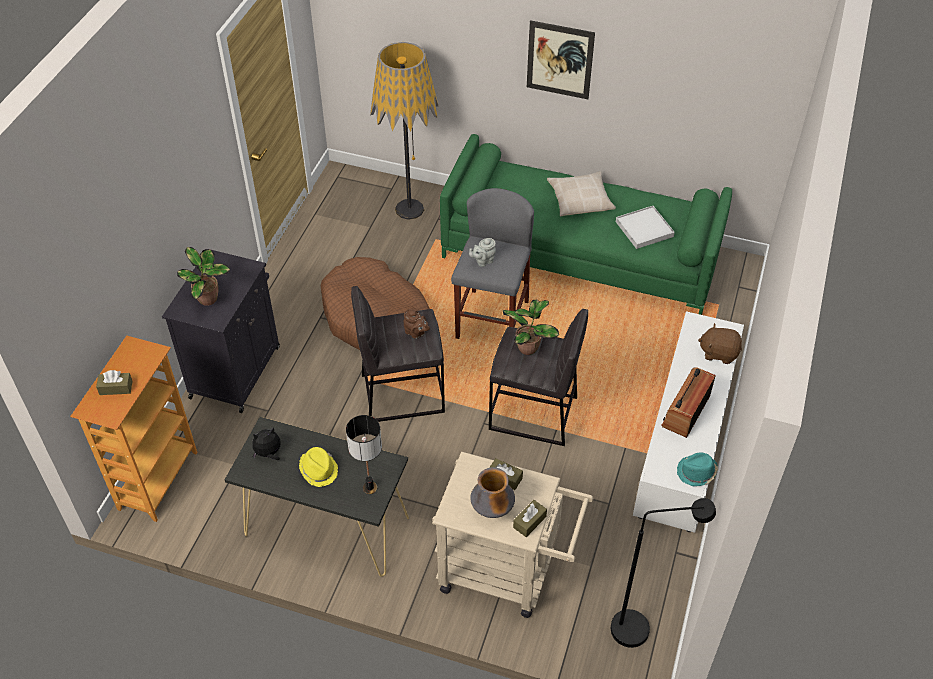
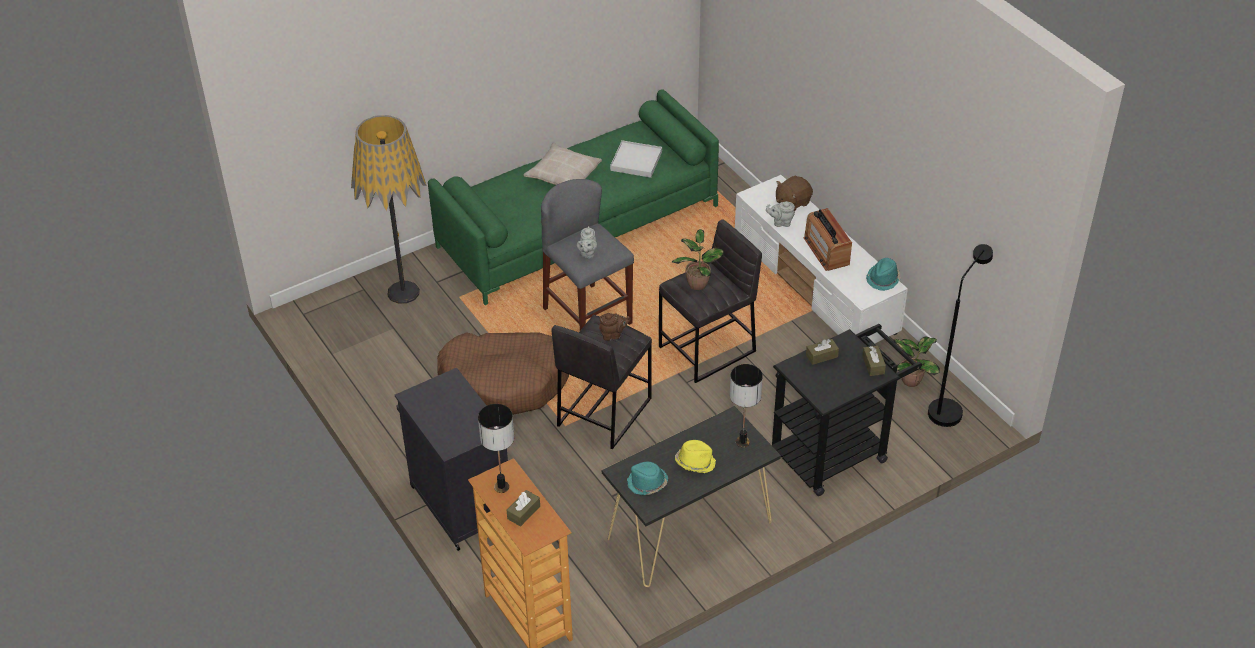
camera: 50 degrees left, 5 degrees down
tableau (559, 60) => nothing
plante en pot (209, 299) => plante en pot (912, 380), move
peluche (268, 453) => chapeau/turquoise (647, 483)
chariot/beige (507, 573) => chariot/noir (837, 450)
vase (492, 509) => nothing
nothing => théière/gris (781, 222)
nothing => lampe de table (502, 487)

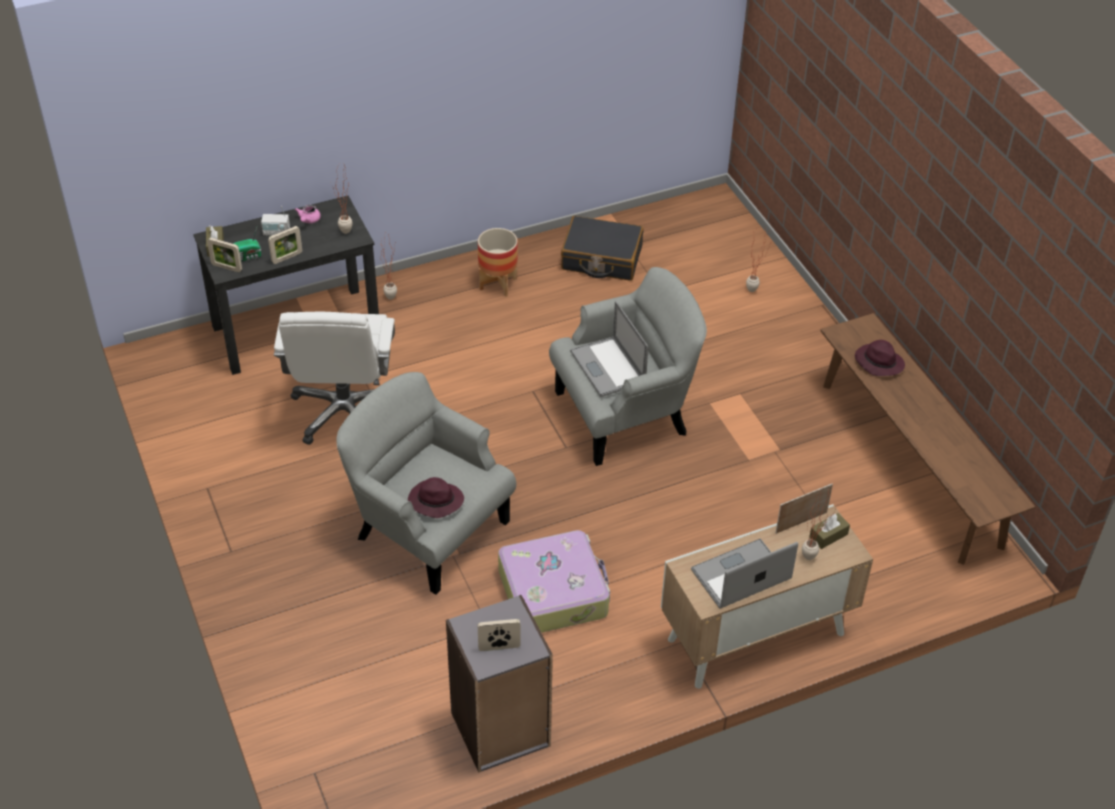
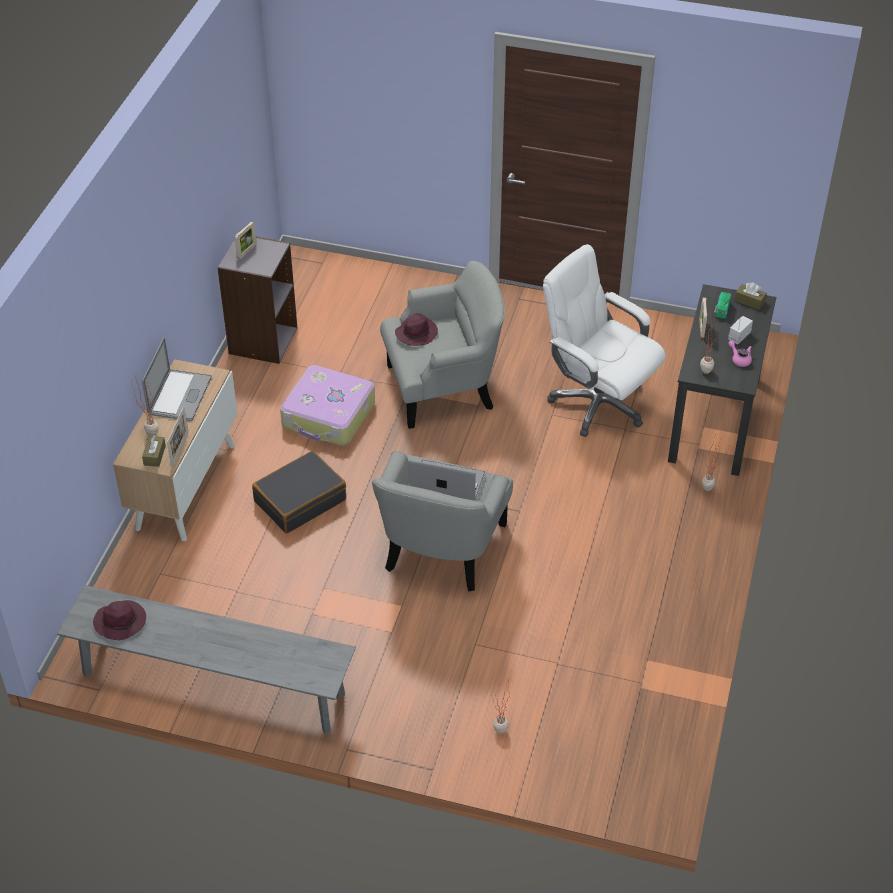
camera: 130 degrees right, 0 degrees up
valise/noir (601, 258) => valise/noir (300, 500), move
cache-pot (498, 284) => nothing
cadre photo (226, 267) => nothing
banc/marron (910, 463) => banc/gris (213, 684)
chapeau/violet (878, 362) => chapeau/violet (121, 622), move

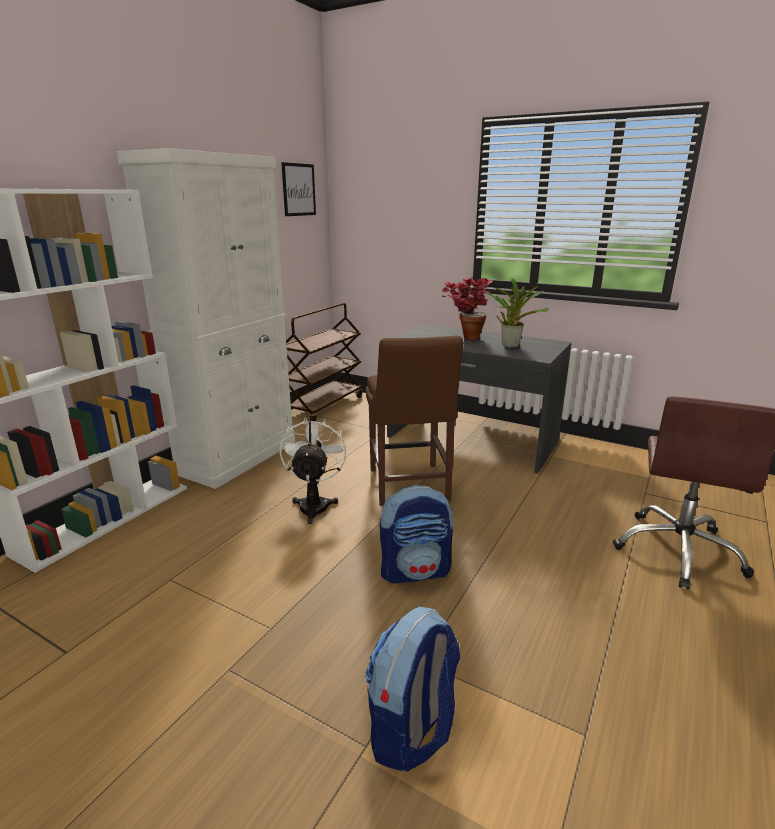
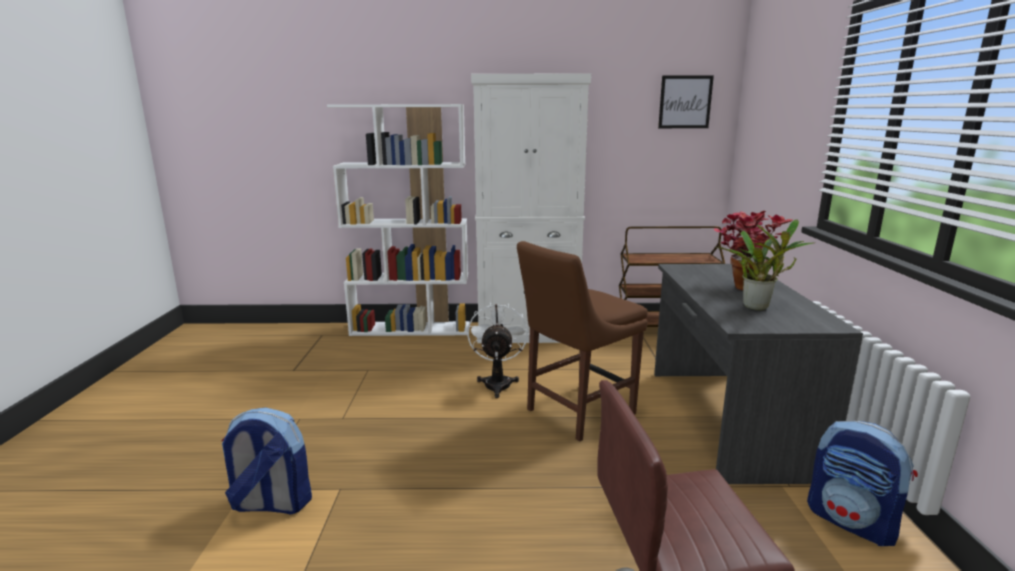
camera: 60 degrees right, 5 degrees down
ventilateur/blanc (314, 504) => ventilateur/blanc (497, 382), 60 degrees counterclockwise
sac à dos (415, 571) => sac à dos (852, 522), move

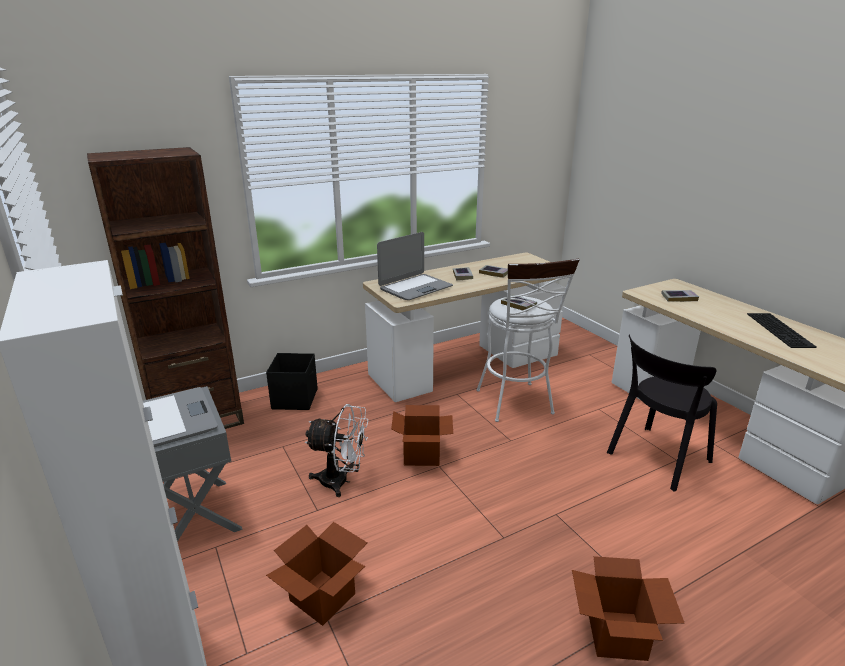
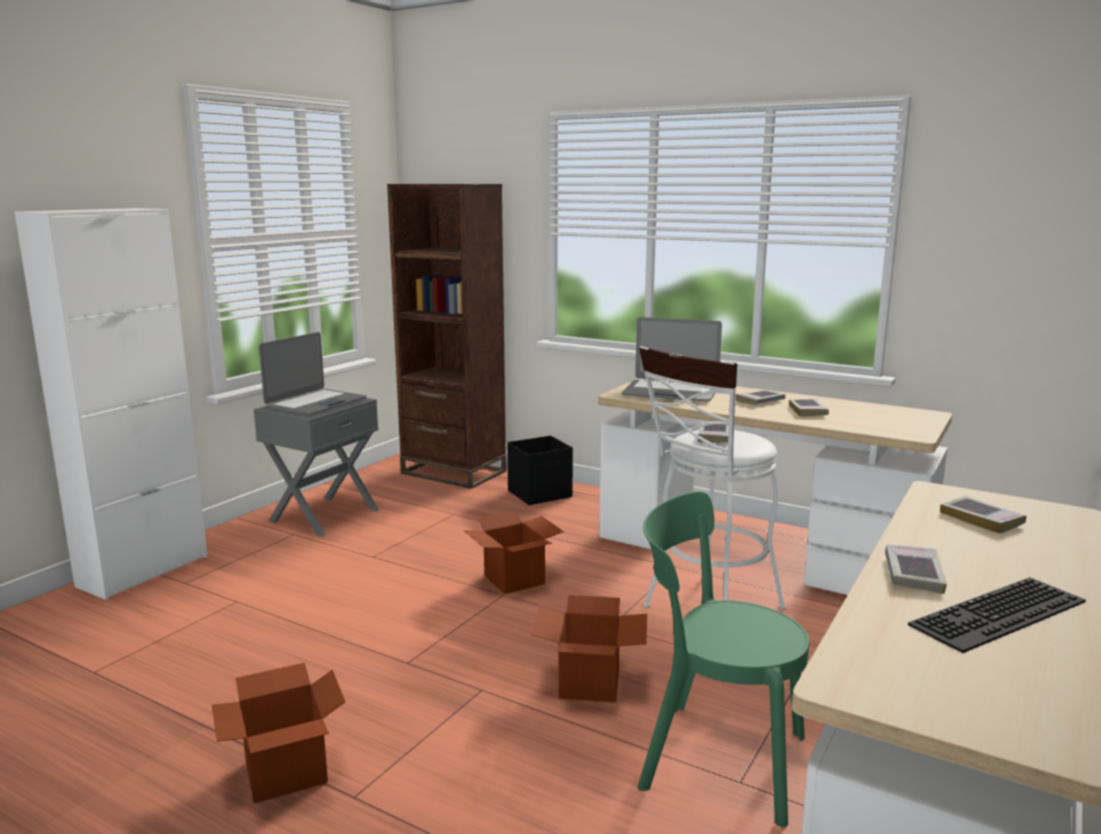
camera: 60 degrees right, 10 degrees down
chaise/noir (656, 459) => chaise/vert (714, 758)
ventilateur/blanc (341, 481) => nothing
carton (322, 597) => carton (589, 683), move
nothing => livre (913, 574)

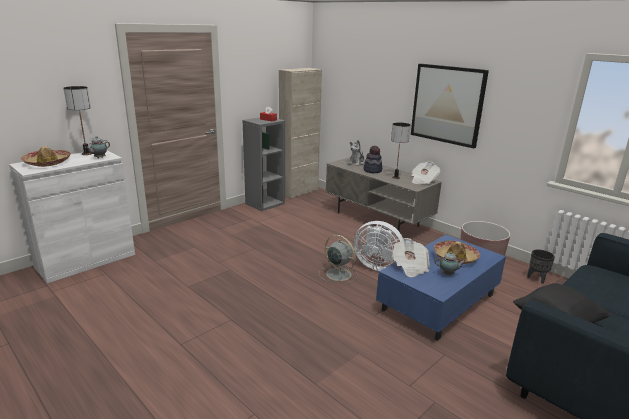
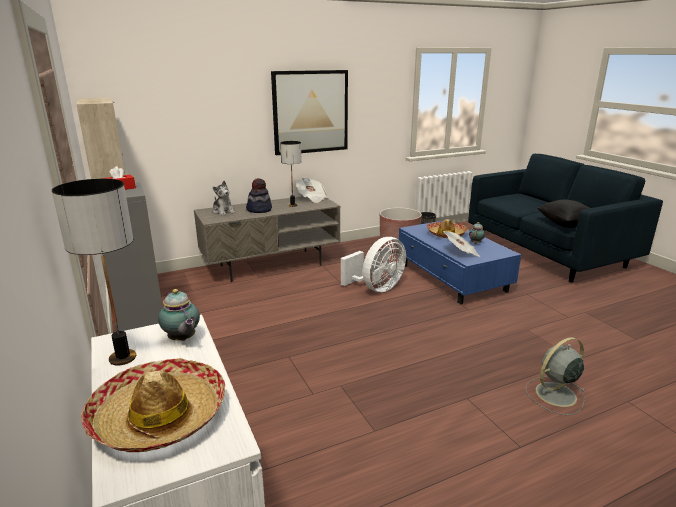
camera: 70 degrees left, 0 degrees up
ventilateur/gris (337, 274) => ventilateur/gris (554, 395), move

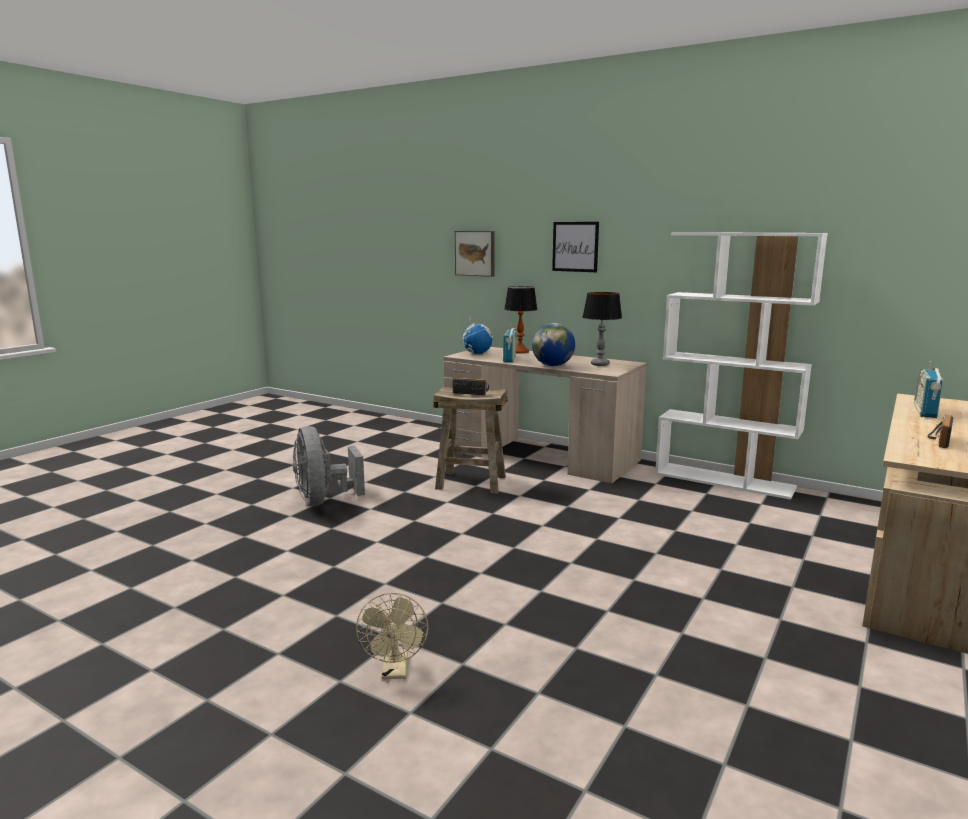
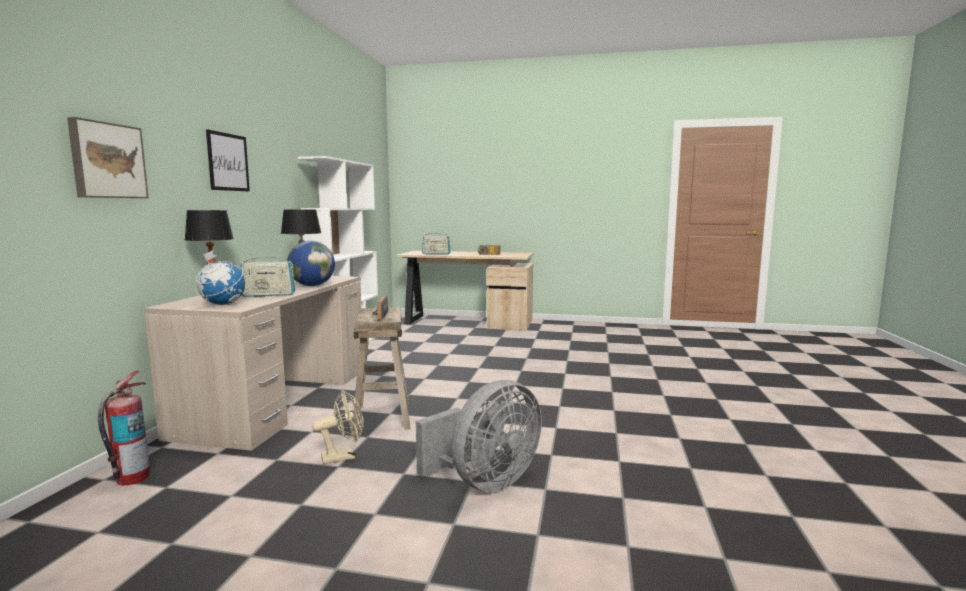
camera: 110 degrees left, 5 degrees down
ventilateur/beige (395, 671) => ventilateur/beige (343, 456), move
nothing => extincteur (132, 478)

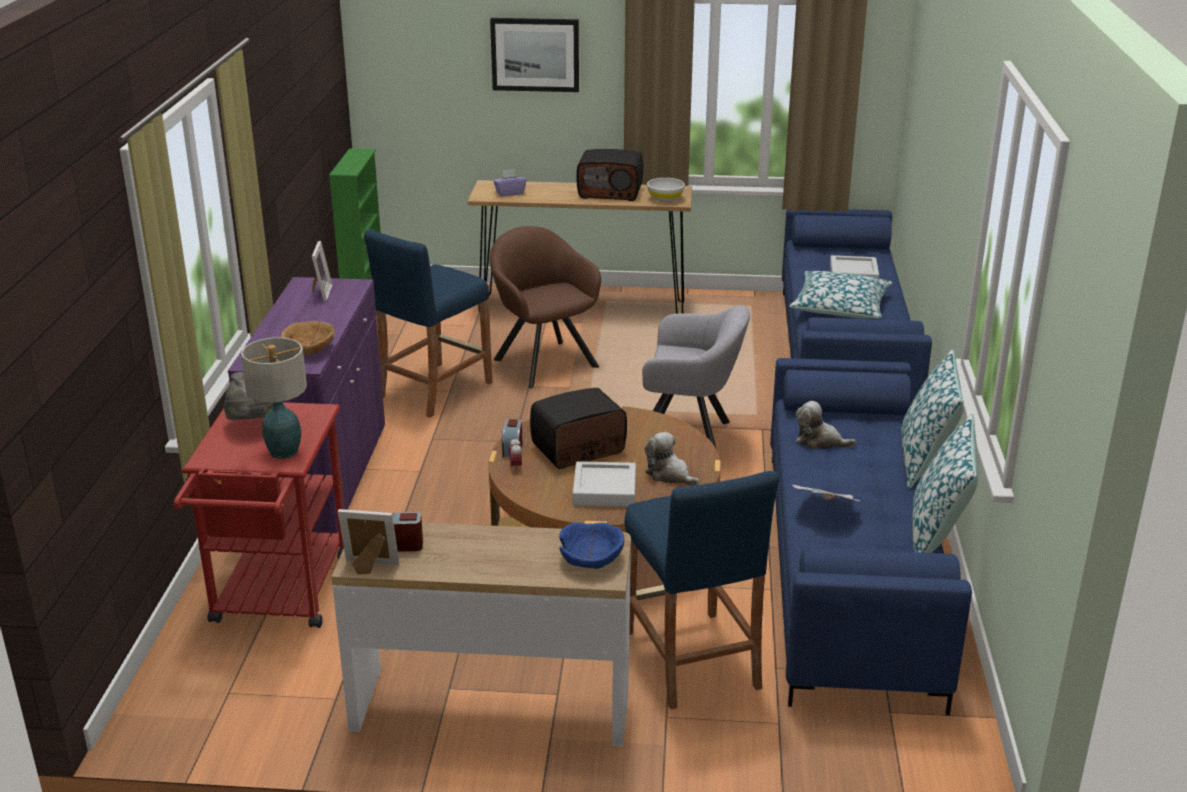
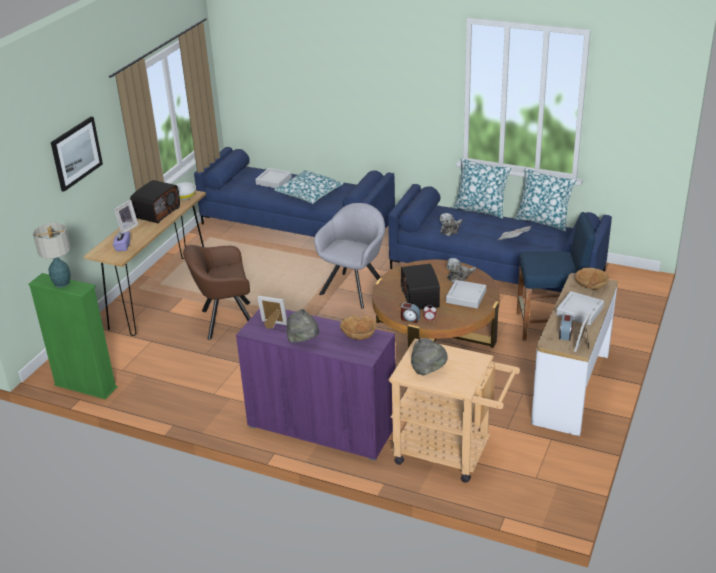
camera: 70 degrees left, 5 degrees up
tabouret/bleu (434, 390) => nothing
lampe de table (285, 452) => lampe de table (62, 283), move
chariot/rouge (278, 597) => chariot/beige (450, 453)
bol/bleu (591, 558) => bol/marron (590, 285)
nothing => cadre photo (126, 228)
nothing => plateau/gris (579, 311)
nothing => chapeau/gris (304, 341)

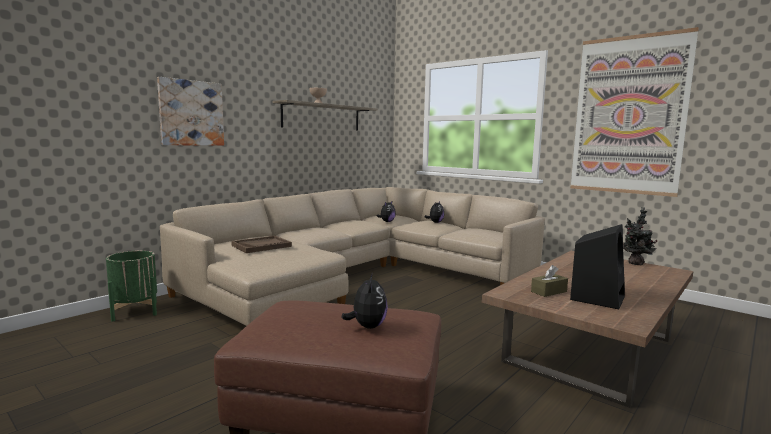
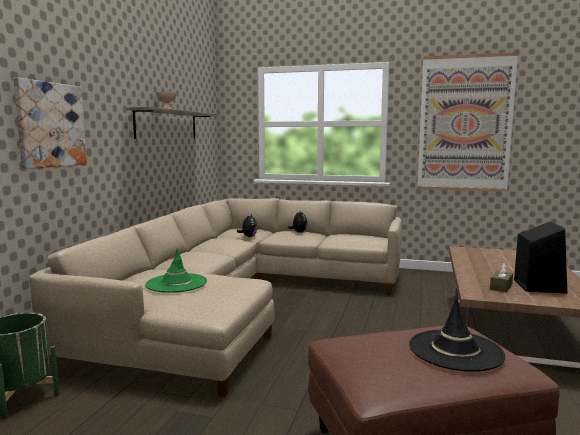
camera: 25 degrees left, 0 degrees up
plante en pot (635, 264) => nothing
plateau/marron (261, 246) => chapeau/vert (176, 283)
peluche (367, 326) => chapeau/noir (455, 350)

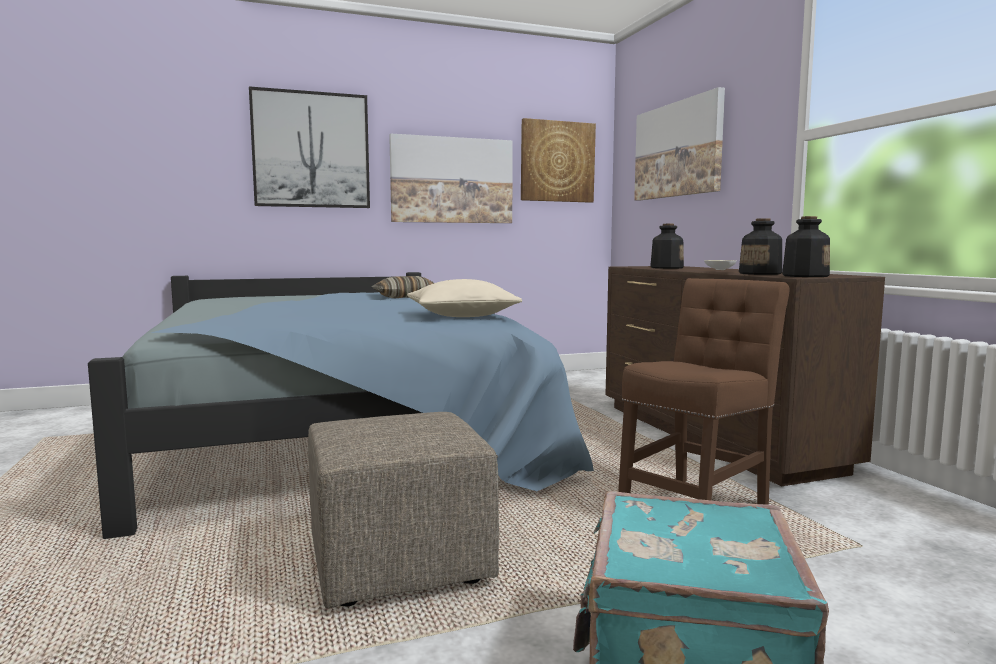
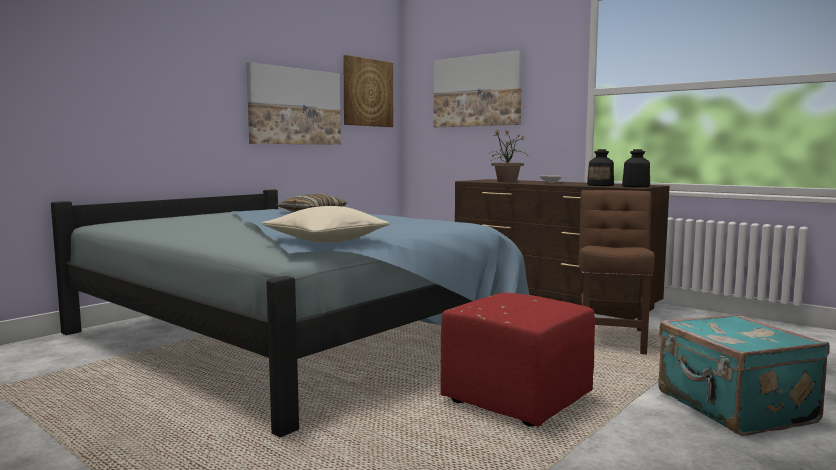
camera: 30 degrees left, 0 degrees up
tableau (311, 150) => nothing
bouteille (666, 268) => plante en pot (507, 181)
coussin/beige (462, 315) => coussin/beige (326, 240), move
pouf/beige (401, 562) => pouf/rouge (517, 399)

